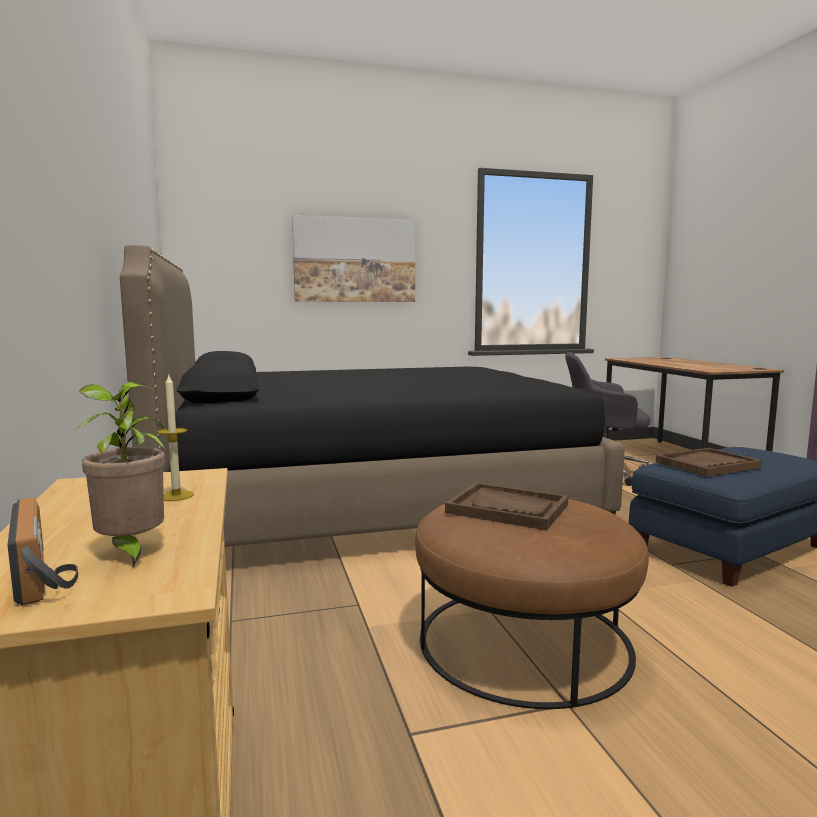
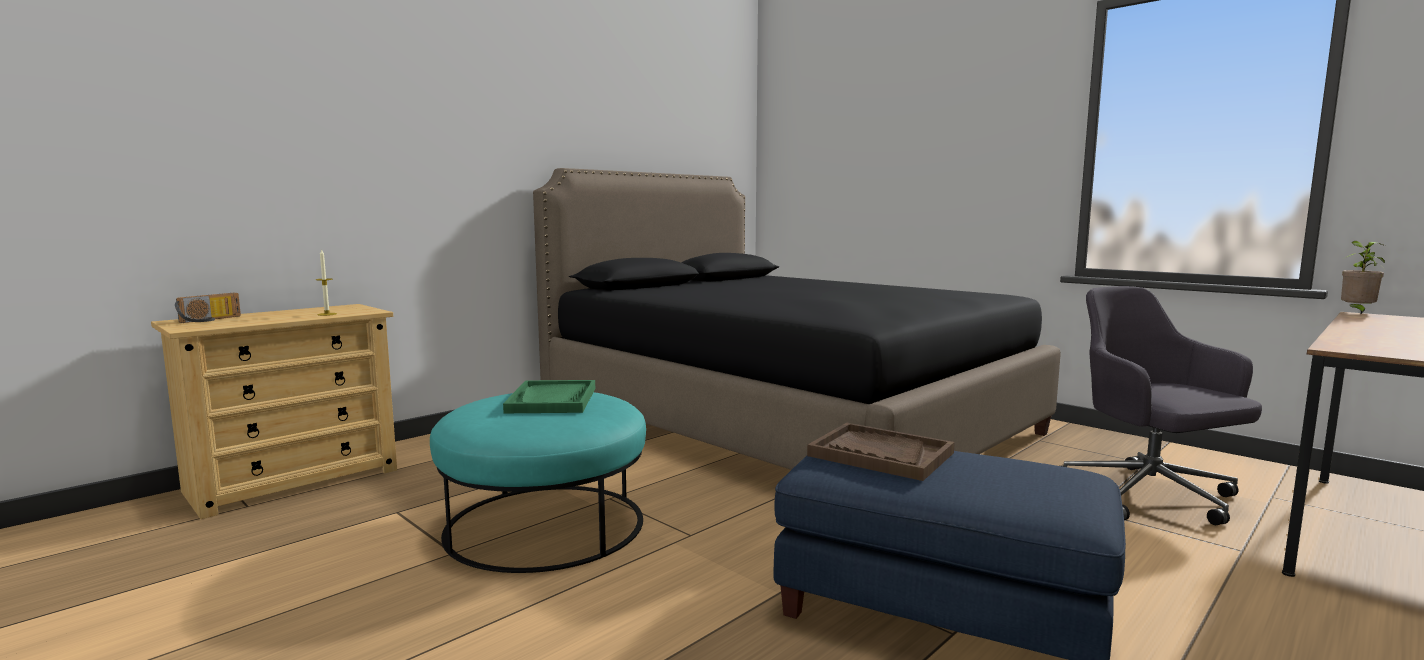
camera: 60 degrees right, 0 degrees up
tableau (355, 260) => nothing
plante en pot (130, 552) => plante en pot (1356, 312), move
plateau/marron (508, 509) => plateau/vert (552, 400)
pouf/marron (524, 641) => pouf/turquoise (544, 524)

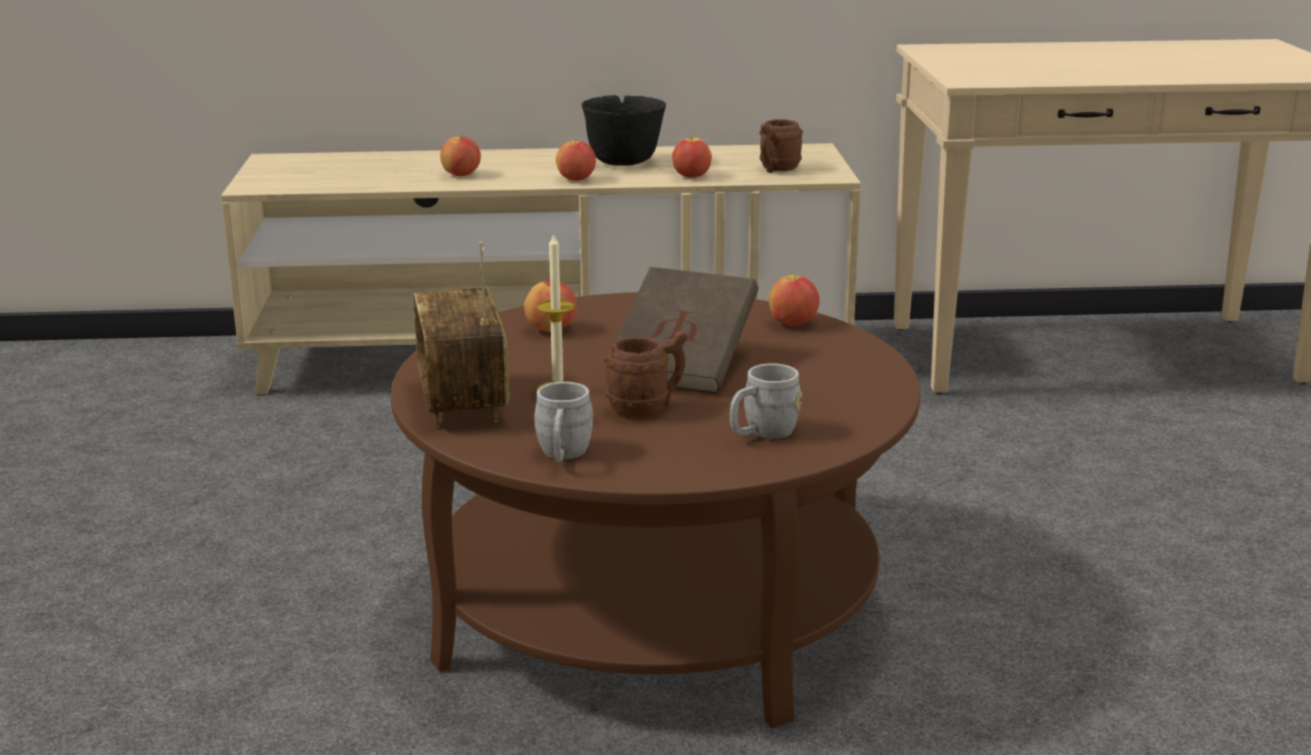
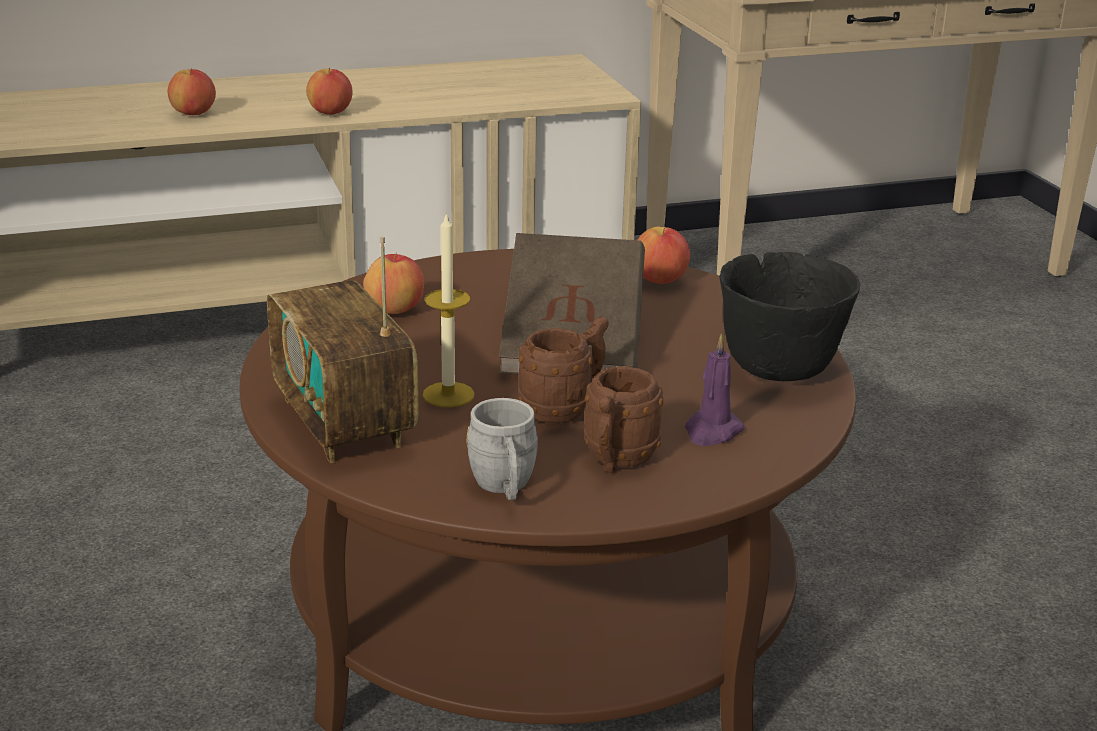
camera: 15 degrees left, 5 degrees up
bol/noir (624, 162) => bol/noir (779, 367), move
mug/marron (776, 170) => mug/marron (617, 460), move
pomme (691, 176) => nothing
mug/gris (762, 433) => bougie/violet (712, 431)

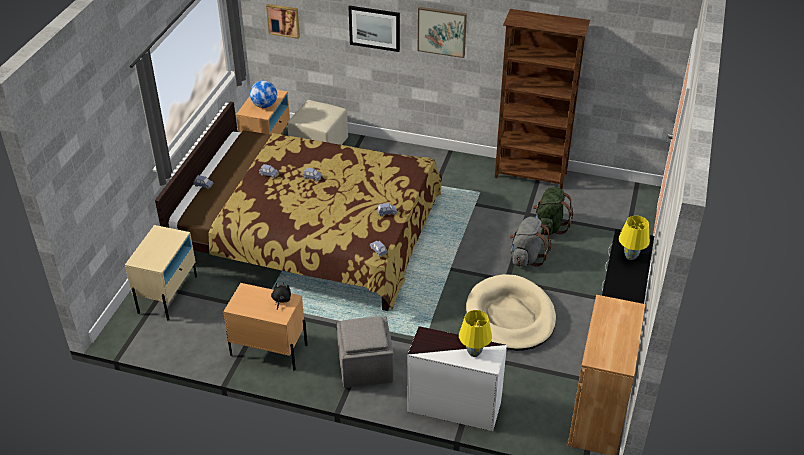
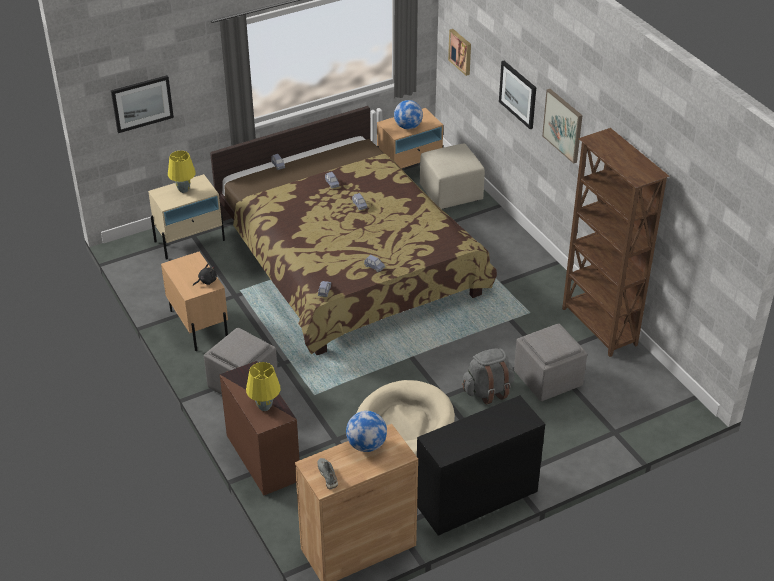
camera: 45 degrees right, 0 degrees up
sac à dos/vert (549, 226) => pouf/gris (547, 380)
lampe de table/jaune (630, 256) => lampe de table/jaune (183, 190), move
commode/blanc (454, 405) => commode/marron (263, 457)
nothing => tableau (142, 103)
nothing => globe (366, 445)
nothing => chaussure/gris (328, 476)

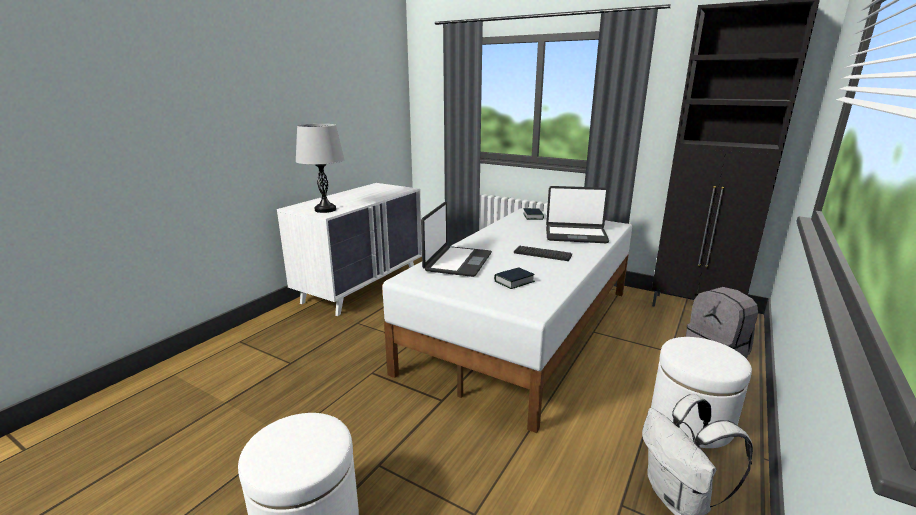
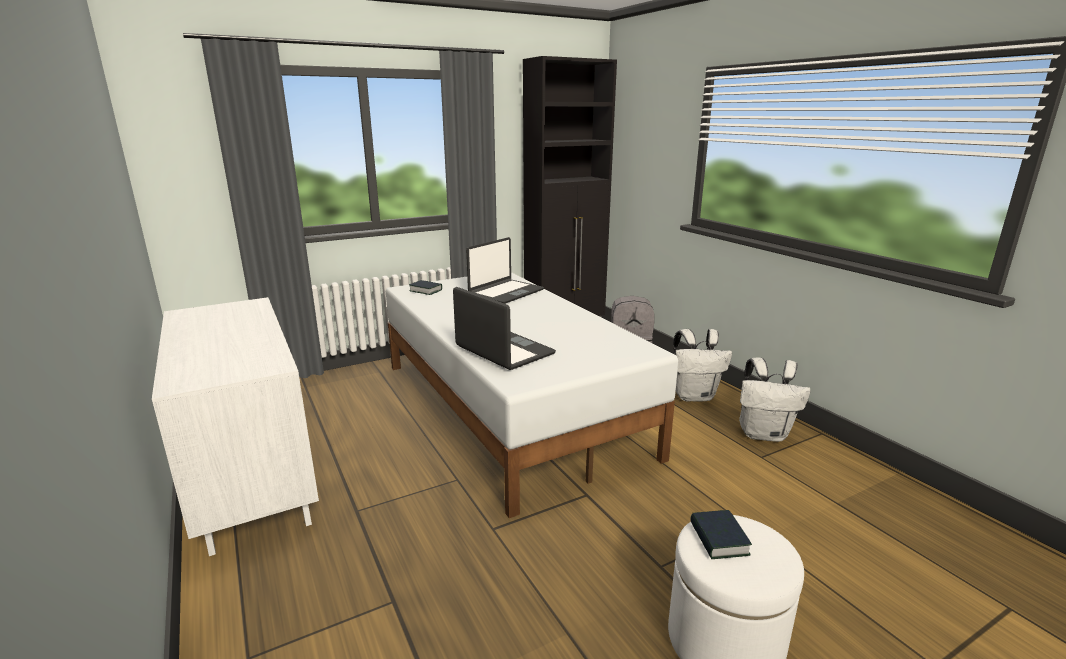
camera: 60 degrees left, 0 degrees up
lampe de table/gris (325, 210) => nothing
clavier (542, 254) => nothing
livre (514, 281) => livre (718, 539), move
pouf/blanc (691, 421) => sac à dos/blanc (694, 396)

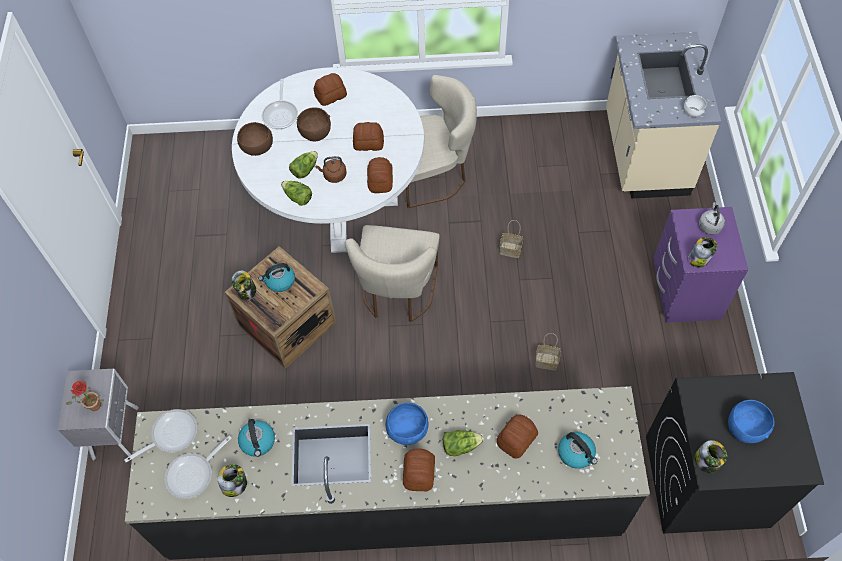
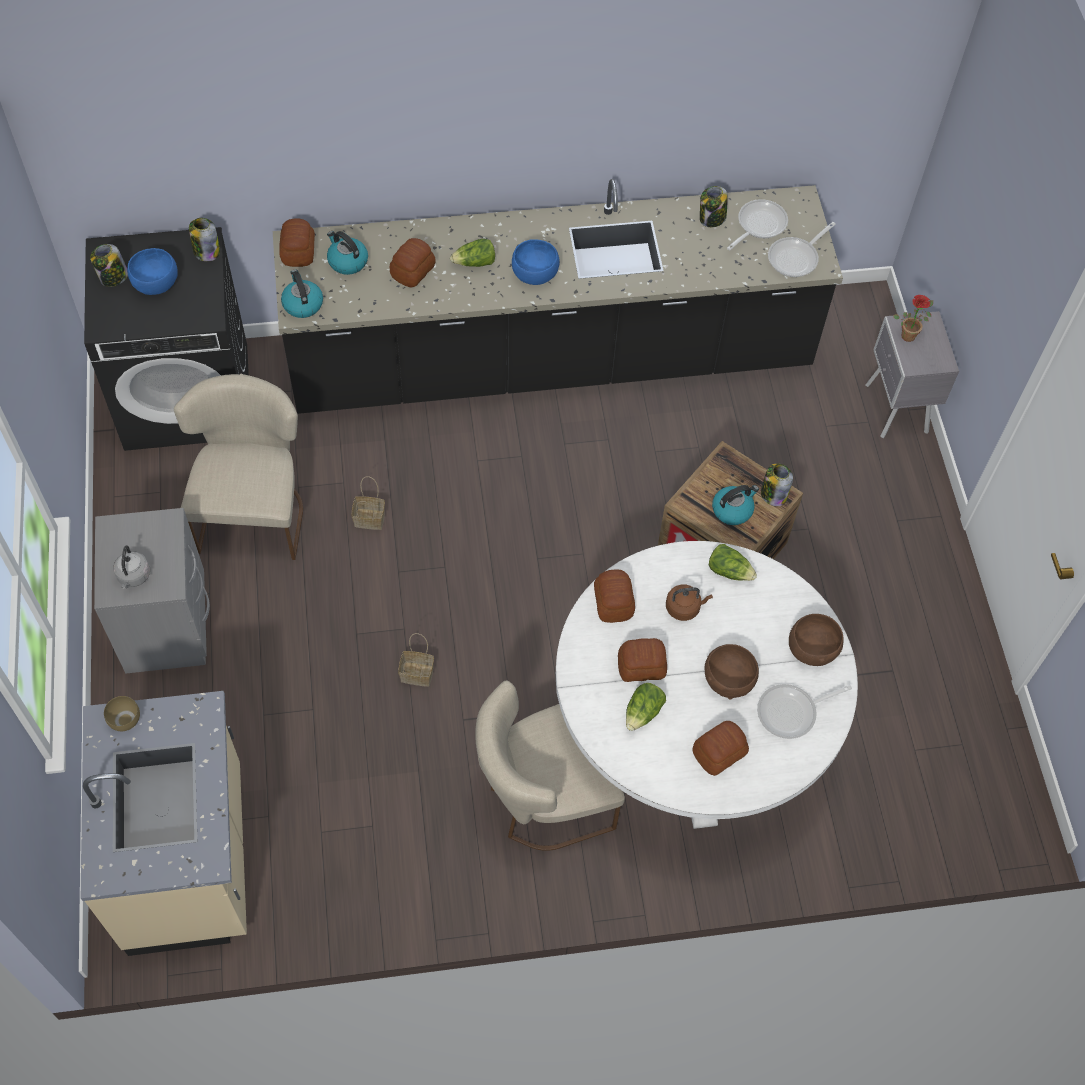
camera: 170 degrees right, 0 degrees up
poêle (281, 114) => poêle (792, 712), 105 degrees counterclockwise
bol/blanc (692, 111) => bol/marron (125, 721)
laitue (305, 169) => laitue (643, 712), move
table de chevet/violet (684, 291) => table de chevet/gris (168, 625)
chaise/beige (397, 294) => chaise/beige (254, 511), move
bocal (699, 259) => bocal (113, 277), move
bouilloire (258, 442) => bouilloire (302, 304), move
pain (418, 474) => pain (299, 251), move

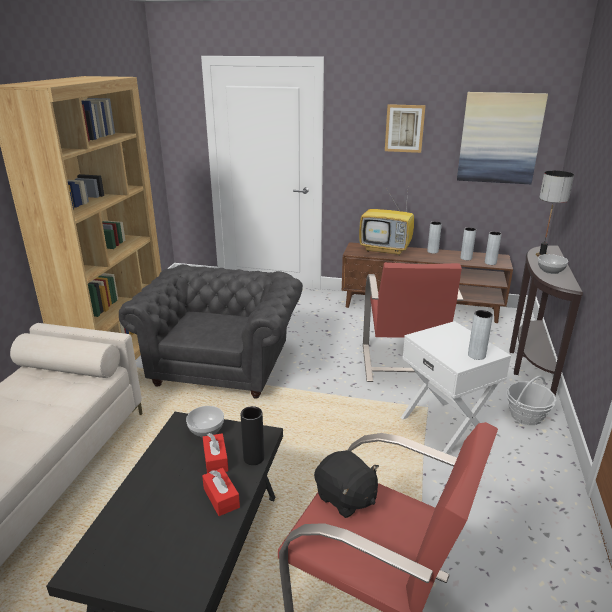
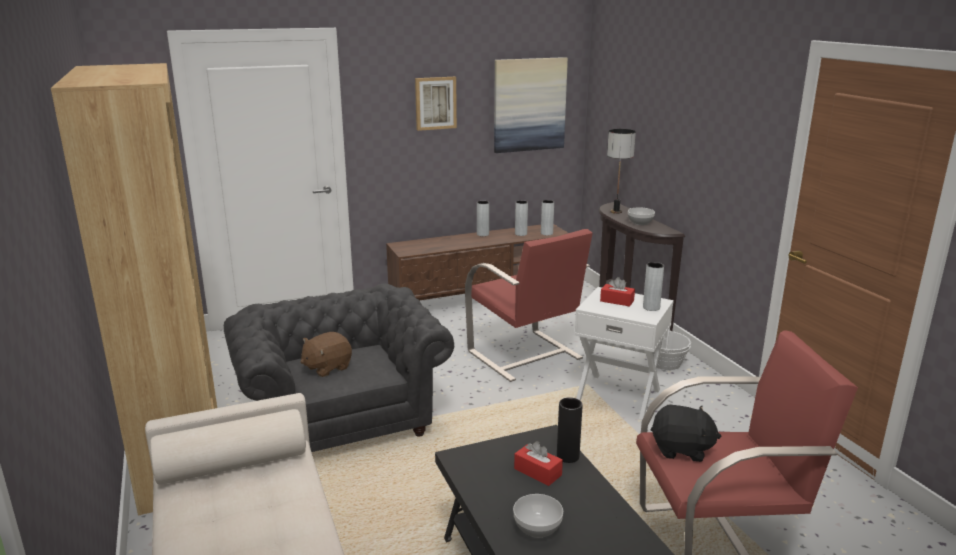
camera: 35 degrees left, 5 degrees down
téléviseur (386, 250) => nothing
bol (207, 430) => bol (538, 527), move
boîte à mouchoirs/rouge (221, 498) => boîte à mouchoirs/rouge (617, 301), move
nothing => peluche/marron (327, 367)

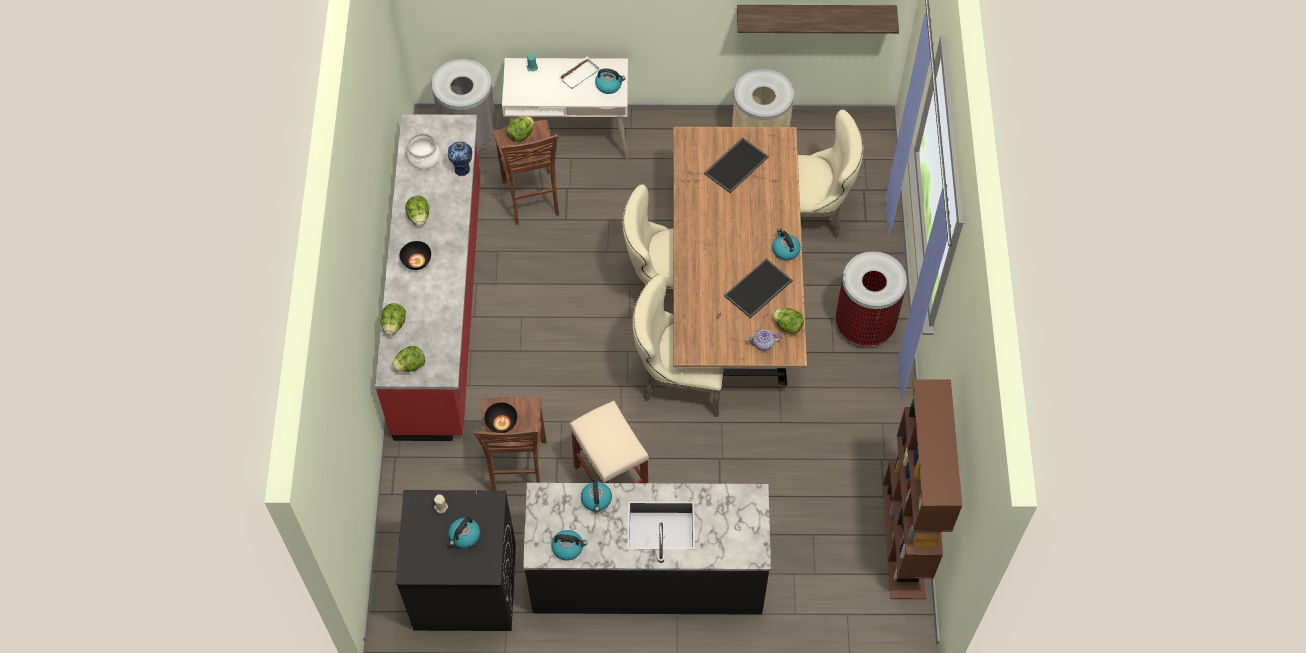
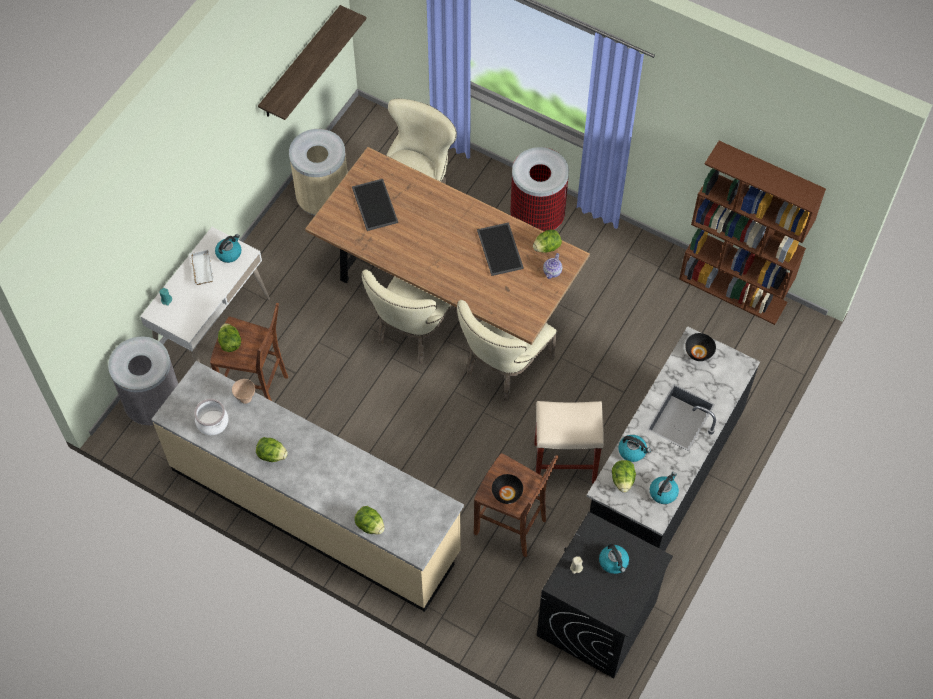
camera: 60 degrees left, 0 degrees up
comptoir de cuisine/rouge (441, 305) => comptoir de cuisine/beige (315, 510)
vase (462, 169) => bol/beige (246, 398)
bouilloire (785, 250) => nothing
bol/noir (416, 261) => bol/noir (699, 352), move
laitue (410, 365) => laitue (622, 480), move

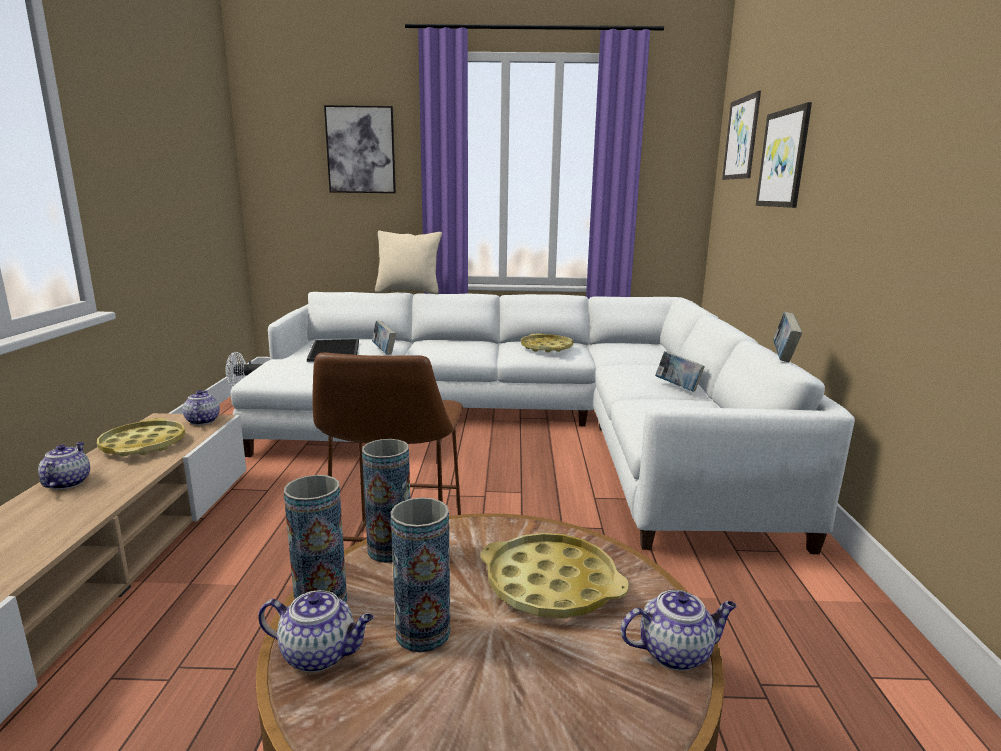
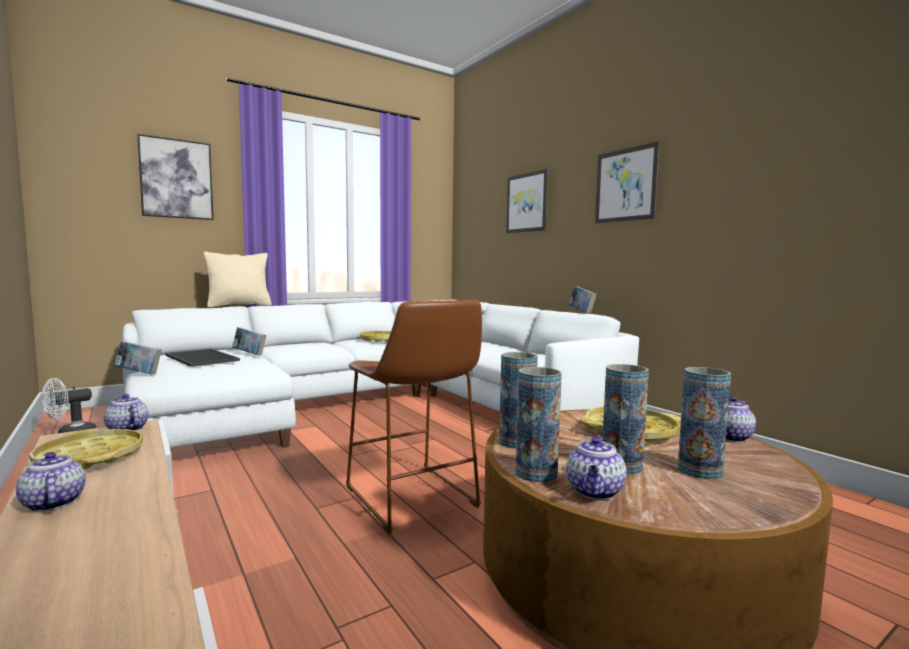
camera: 35 degrees left, 10 degrees down
tableau (741, 138) => tableau (625, 185), move
livre (677, 387) => livre (139, 373), move
théière (320, 654) => théière (595, 492), 135 degrees clockwise
nothing => vase (699, 470)

